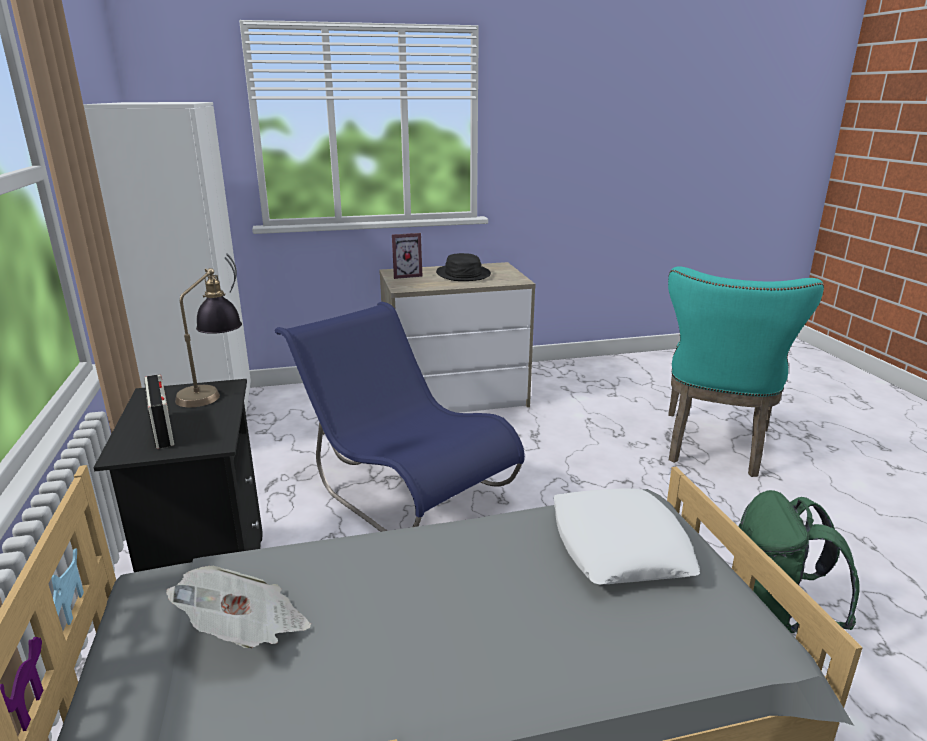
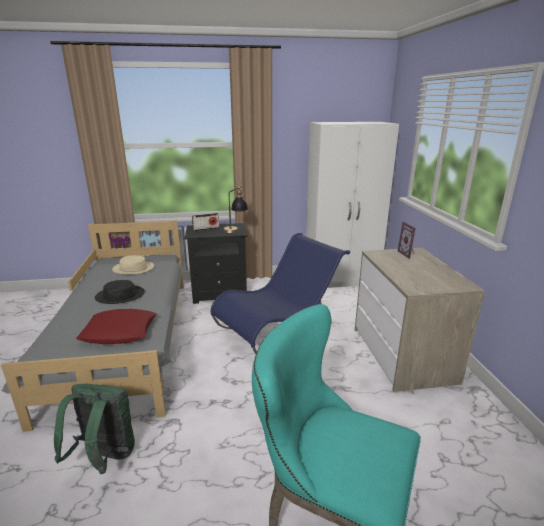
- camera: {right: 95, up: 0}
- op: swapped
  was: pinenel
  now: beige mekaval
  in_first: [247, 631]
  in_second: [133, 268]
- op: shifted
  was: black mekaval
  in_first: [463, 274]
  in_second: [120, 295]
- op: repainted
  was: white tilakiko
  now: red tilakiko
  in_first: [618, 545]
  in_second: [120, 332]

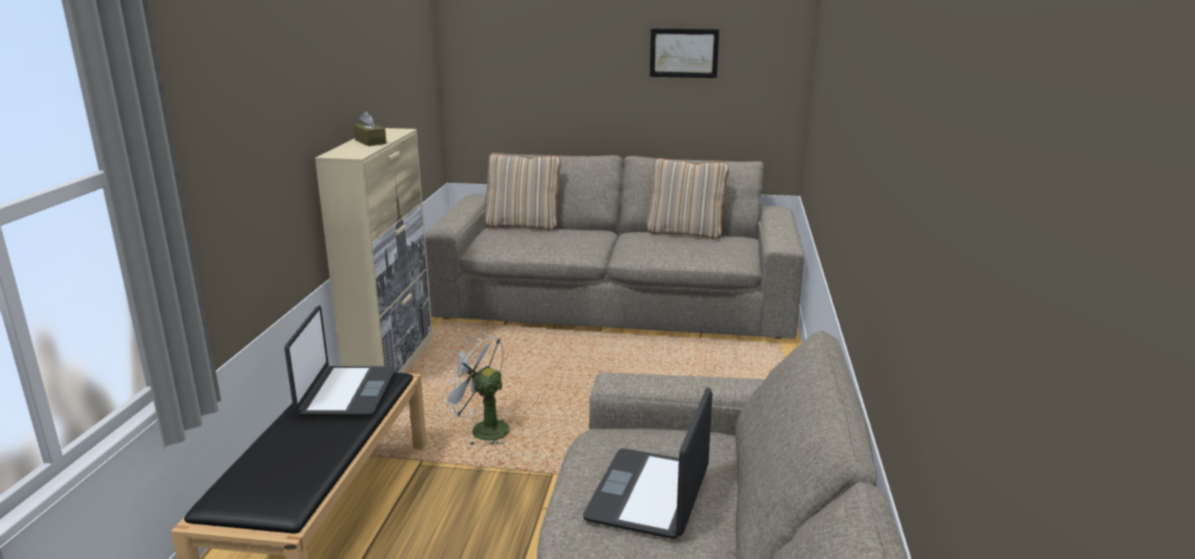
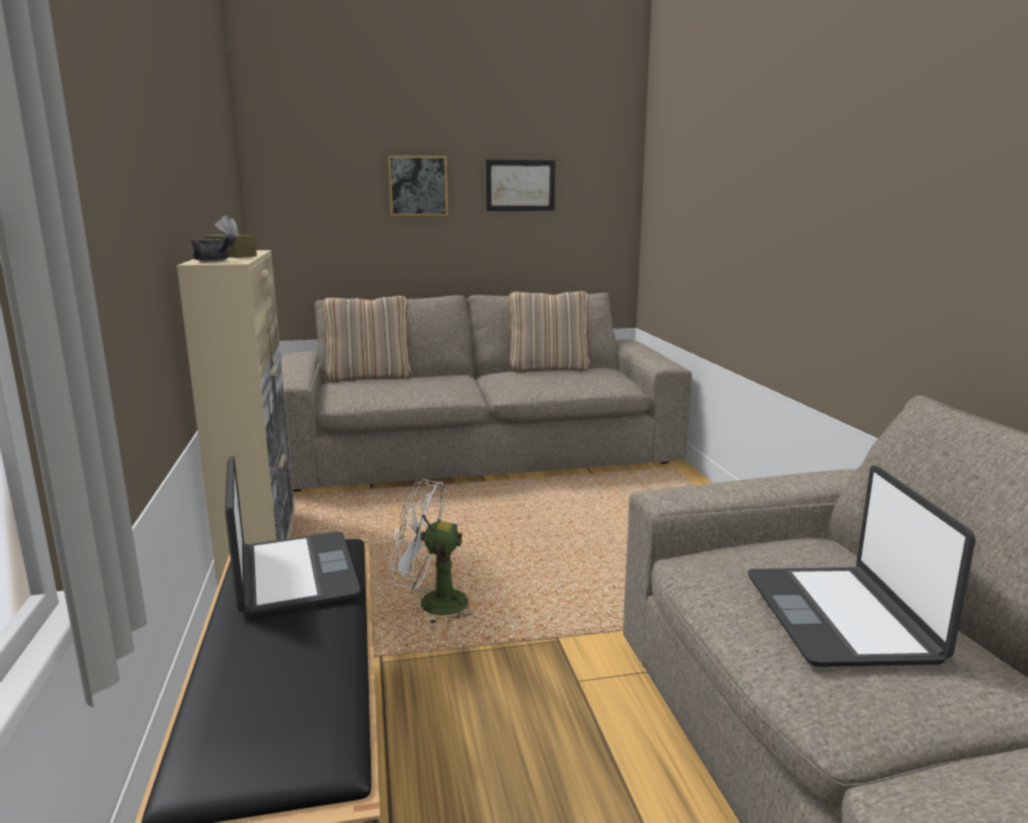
- camera: {right: -20, up: -5}
- op: new
  now: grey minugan
  in_second: [214, 261]
- op: new
  now: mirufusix
  in_second: [418, 186]

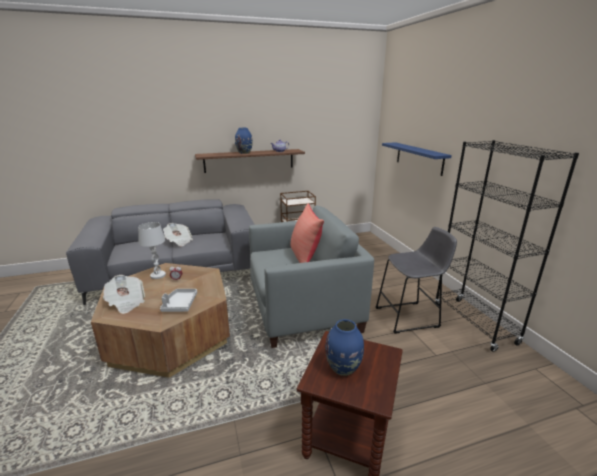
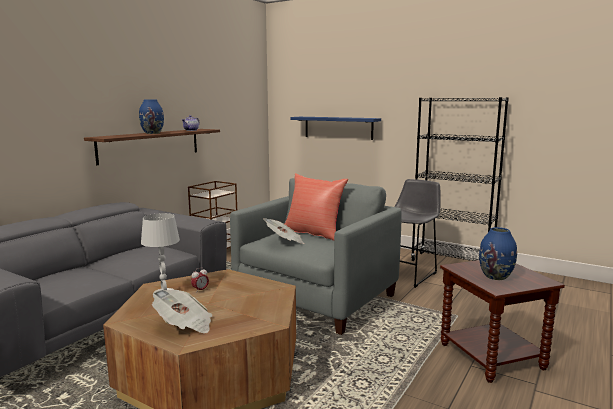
- camera: {right: -40, up: -10}
- op: gone
  was: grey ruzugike
  in_first: [180, 304]
- op: shifted
  was: pinenel
  in_first: [179, 241]
  in_second: [284, 241]

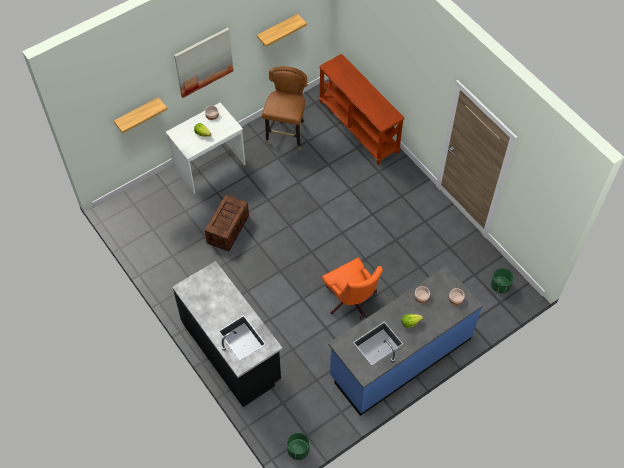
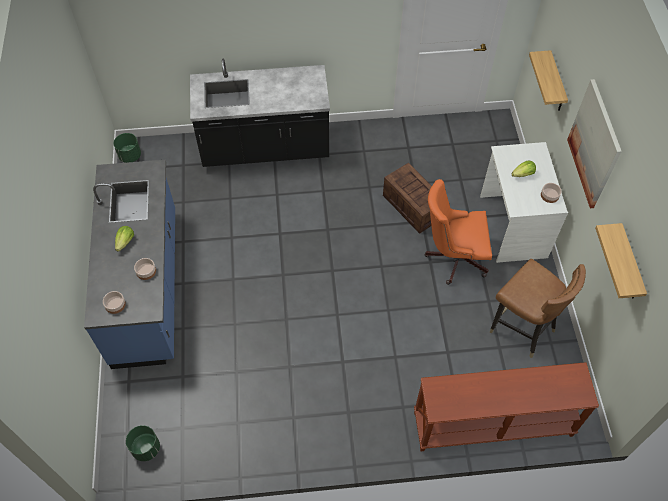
- camera: {right: 120, up: 0}
- op: shifted
  was: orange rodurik
  in_first: [351, 301]
  in_second: [452, 257]

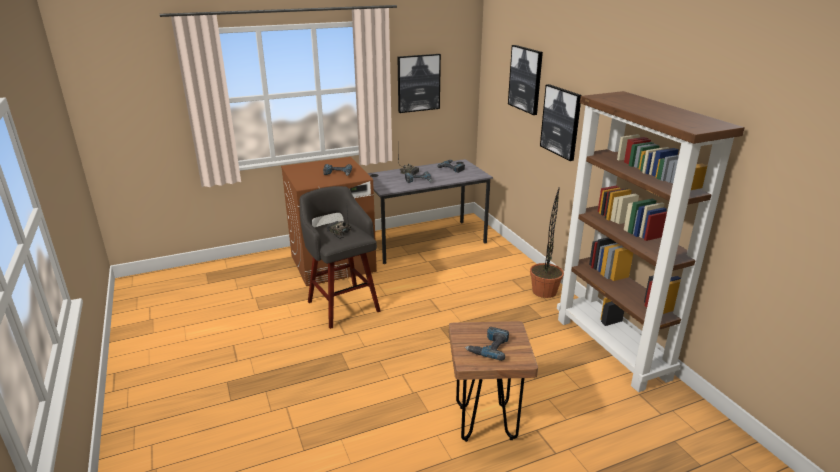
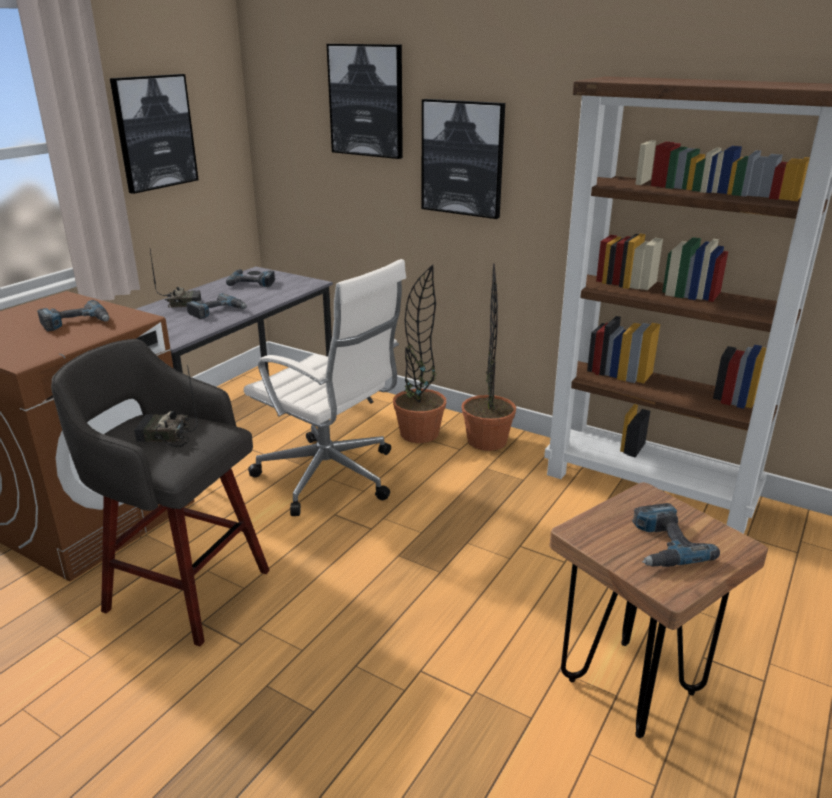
- camera: {right: -35, up: 0}
- op: new
  now: white rodurik
  in_second: [330, 477]
- op: new
  now: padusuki
  in_second: [419, 434]

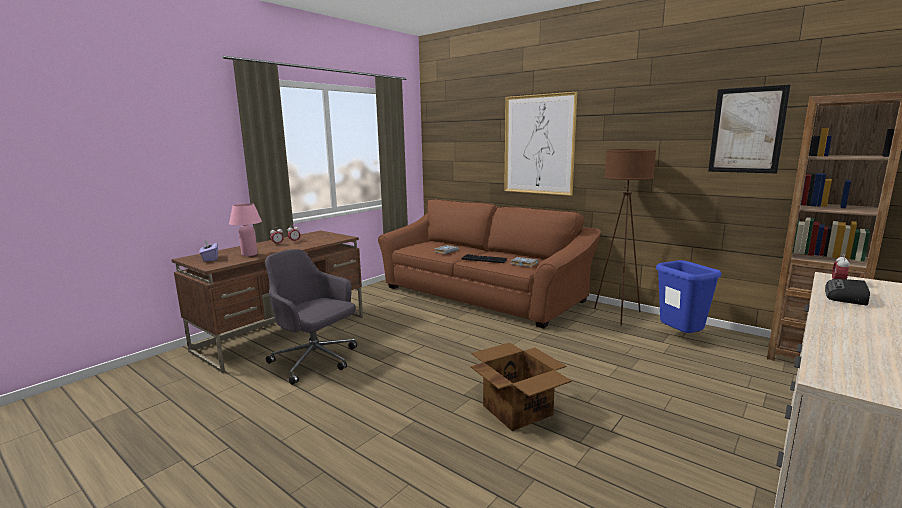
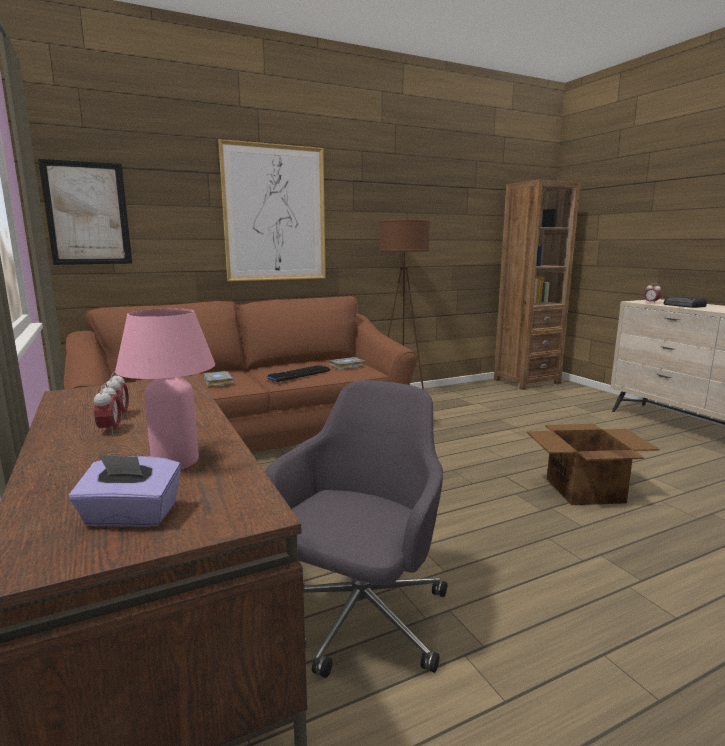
- camera: {right: -65, up: 0}
- op: rotated
  was: grey rodurik
  in_first: [315, 361]
  in_second: [358, 619]
  clockwise: 150
- op: gone
  was: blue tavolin
  in_first: [680, 338]
- op: shifted
  was: mirufusix
  in_first: [747, 130]
  in_second: [87, 213]

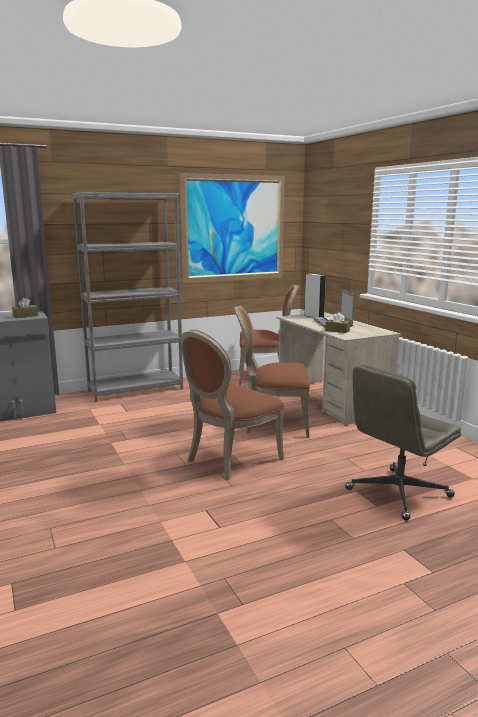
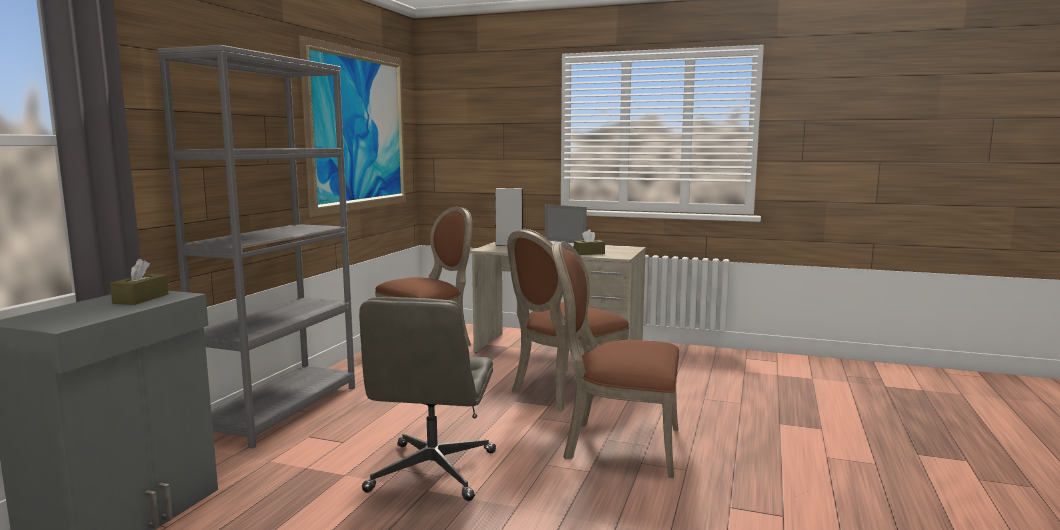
- camera: {right: -45, up: -5}
- op: rotated
  was: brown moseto
  in_first: [229, 460]
  in_second: [617, 445]
  clockwise: 105
- op: shifted
  was: grey rodurik
  in_first: [398, 493]
  in_second: [432, 472]

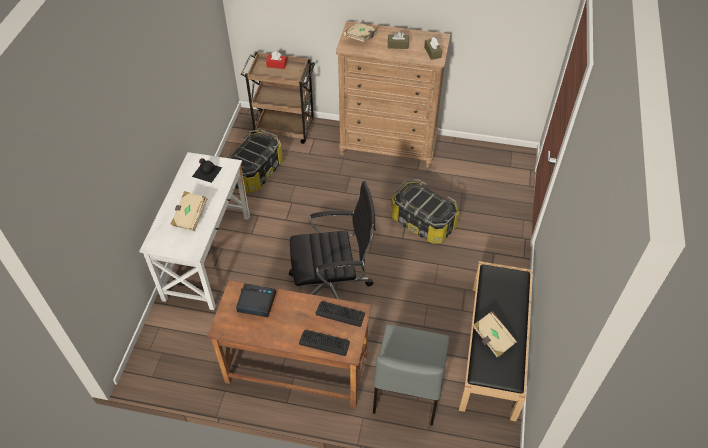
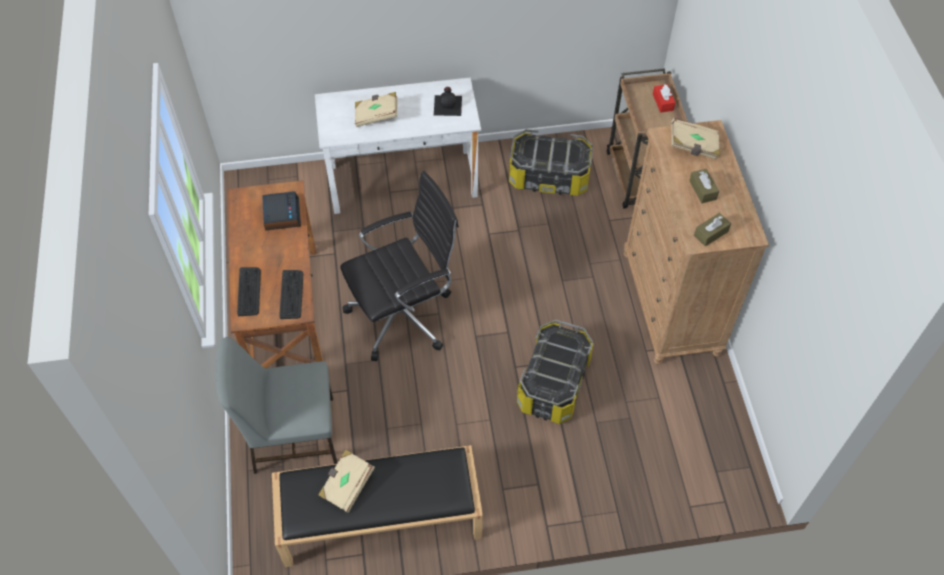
- camera: {right: 70, up: 5}
- op: rotated
  was: black rodurik
  in_first: [332, 289]
  in_second: [404, 315]
  clockwise: -90

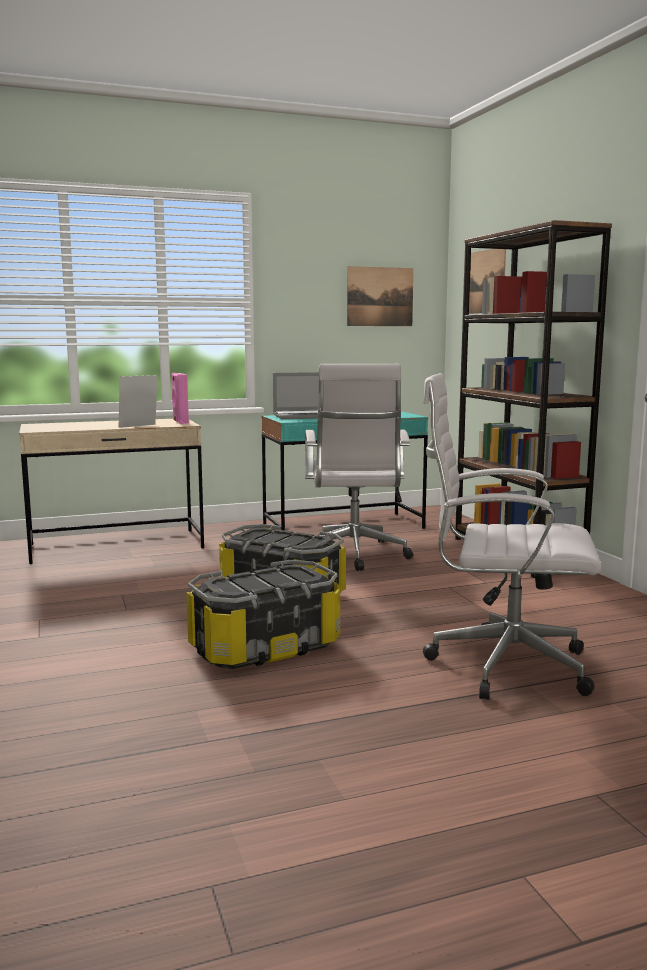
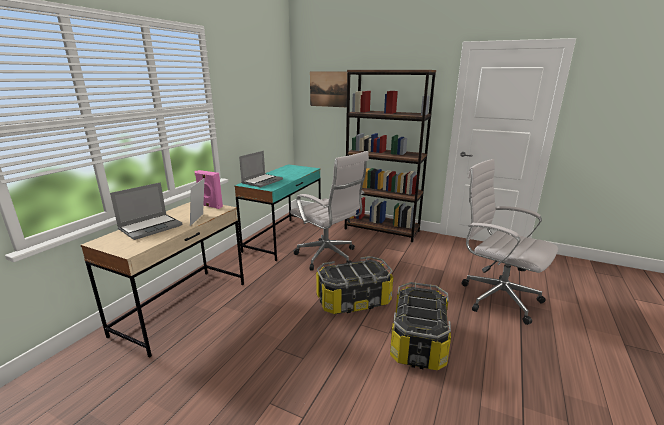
- camera: {right: -45, up: 10}
- op: gone
  was: mirufusix
  in_first: [380, 296]
- op: rotated
  was: white rodurik
  in_first: [501, 665]
  in_second: [496, 297]
  clockwise: 75
- op: new
  now: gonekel
  in_second: [151, 227]

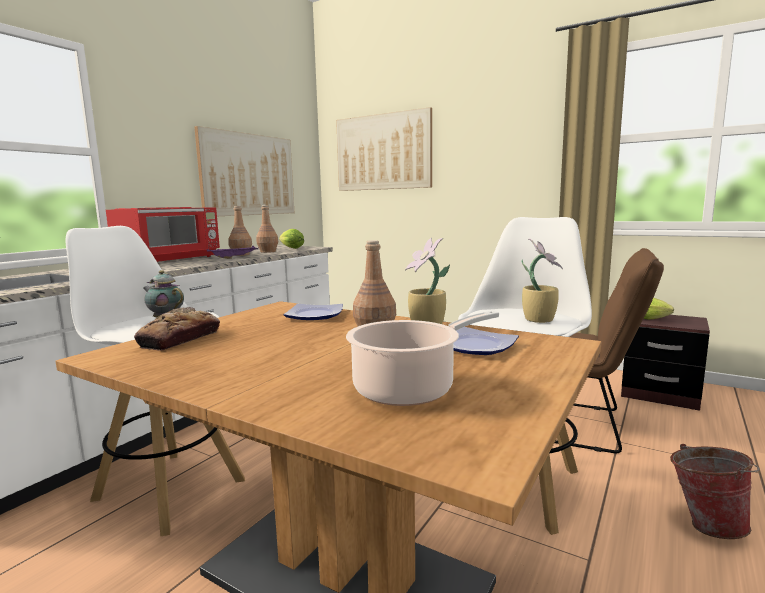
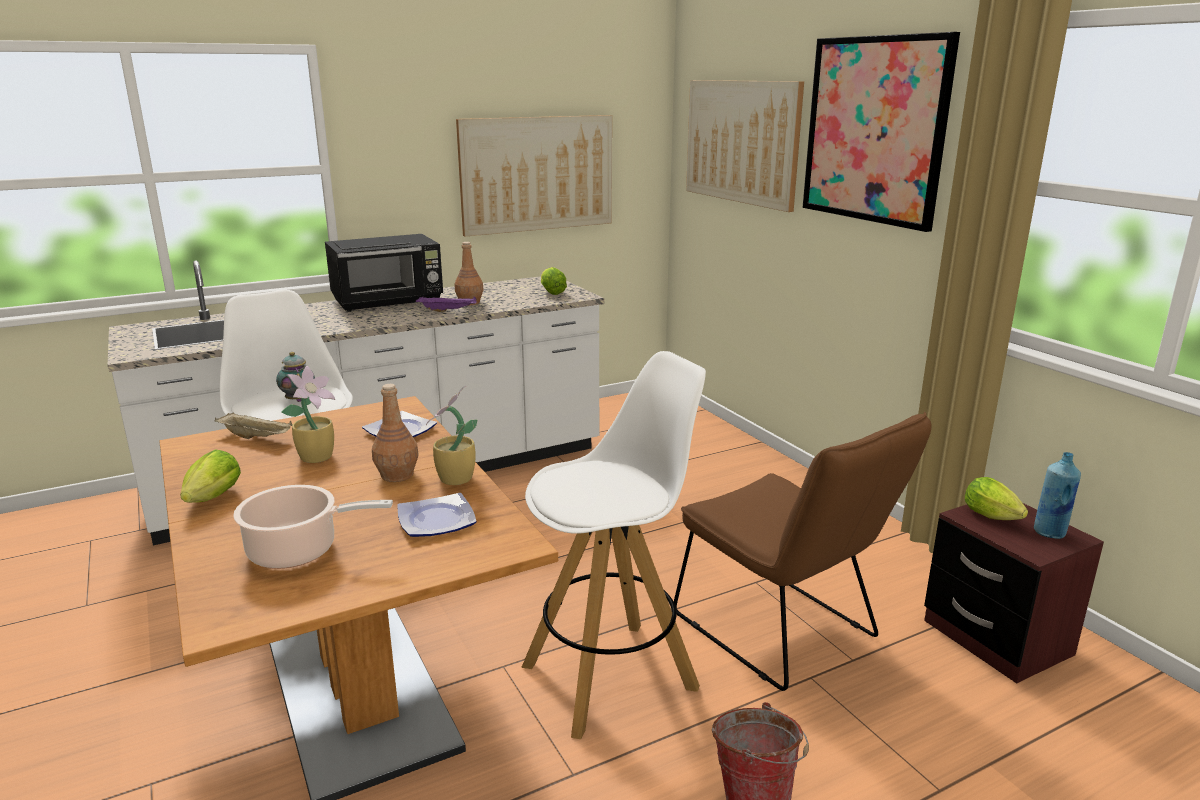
- camera: {right: 30, up: 10}
- op: repainted
  was: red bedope
  now: black bedope
  in_first: [170, 259]
  in_second: [389, 302]
- op: swapped
  was: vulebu
  now: beige ruzugike
  in_first: [180, 339]
  in_second: [257, 437]
- op: gone
  was: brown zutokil
  in_first: [267, 251]
- op: shifted
  was: padusuki
  in_first: [539, 319]
  in_second: [318, 457]
- op: new
  now: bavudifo
  in_second: [211, 500]
- op: new
  now: mirufusix
  in_second: [874, 130]
- op: new
  now: blue zutokil
  in_second: [1049, 533]

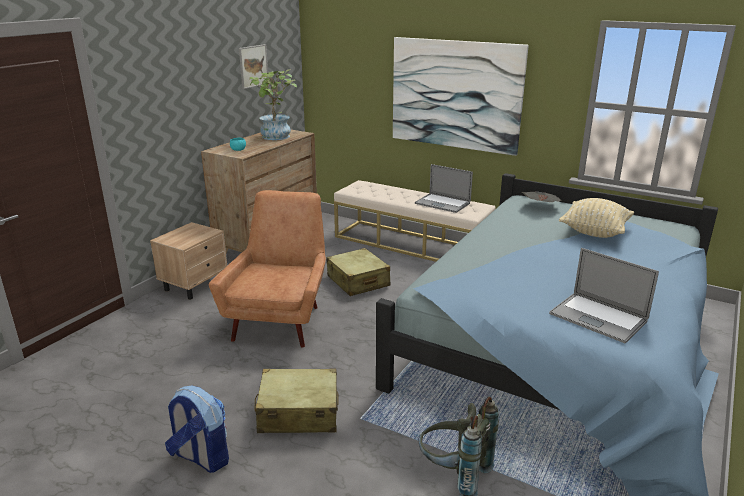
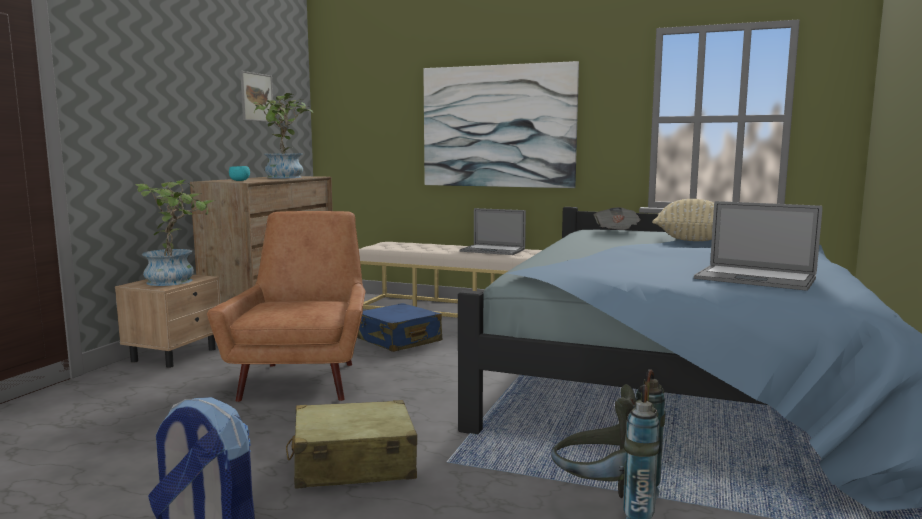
- camera: {right: -10, up: -15}
- op: repainted
  was: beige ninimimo
  now: blue ninimimo
  in_first: [358, 281]
  in_second: [399, 340]
- op: new
  now: padusuki
  in_second: [177, 280]

